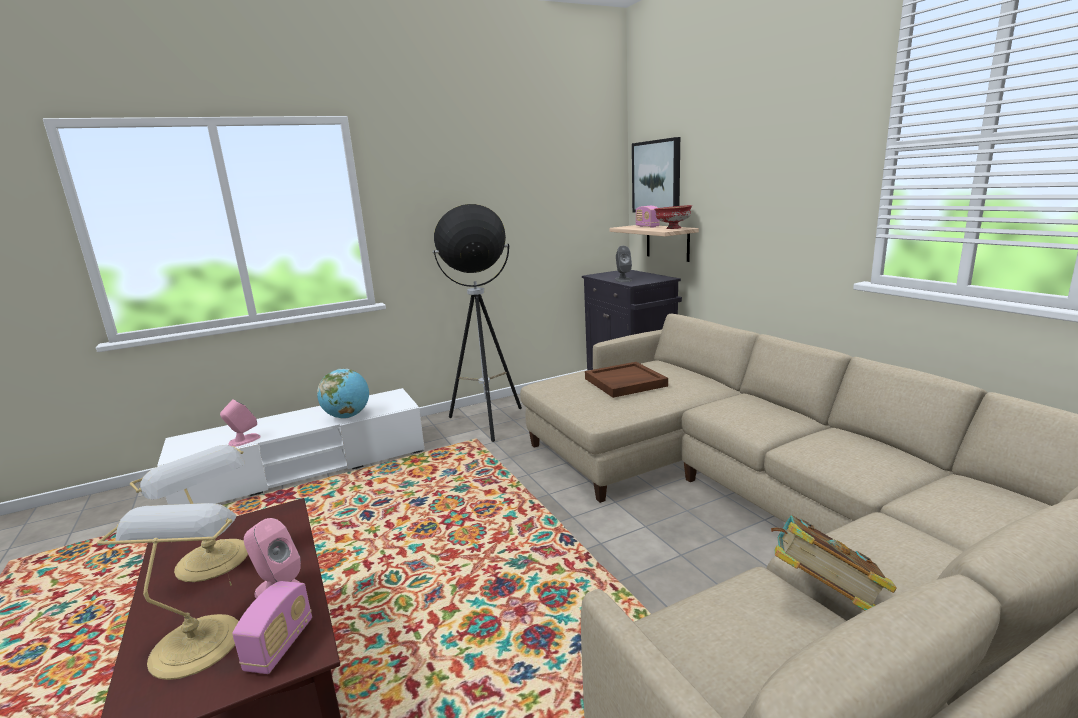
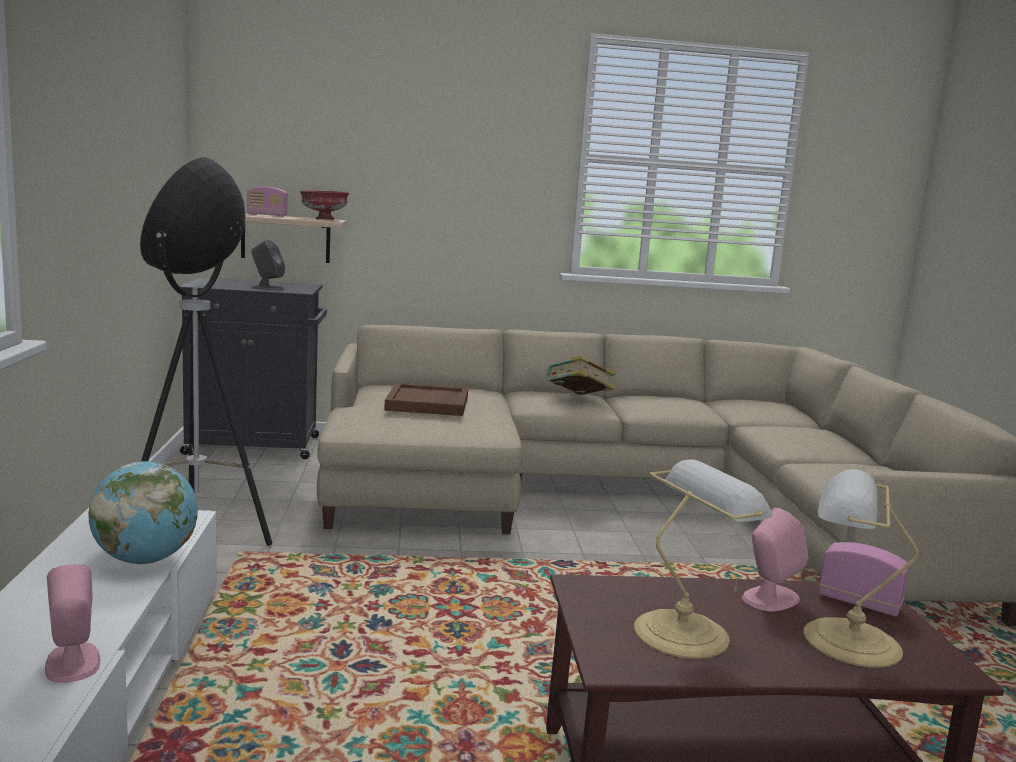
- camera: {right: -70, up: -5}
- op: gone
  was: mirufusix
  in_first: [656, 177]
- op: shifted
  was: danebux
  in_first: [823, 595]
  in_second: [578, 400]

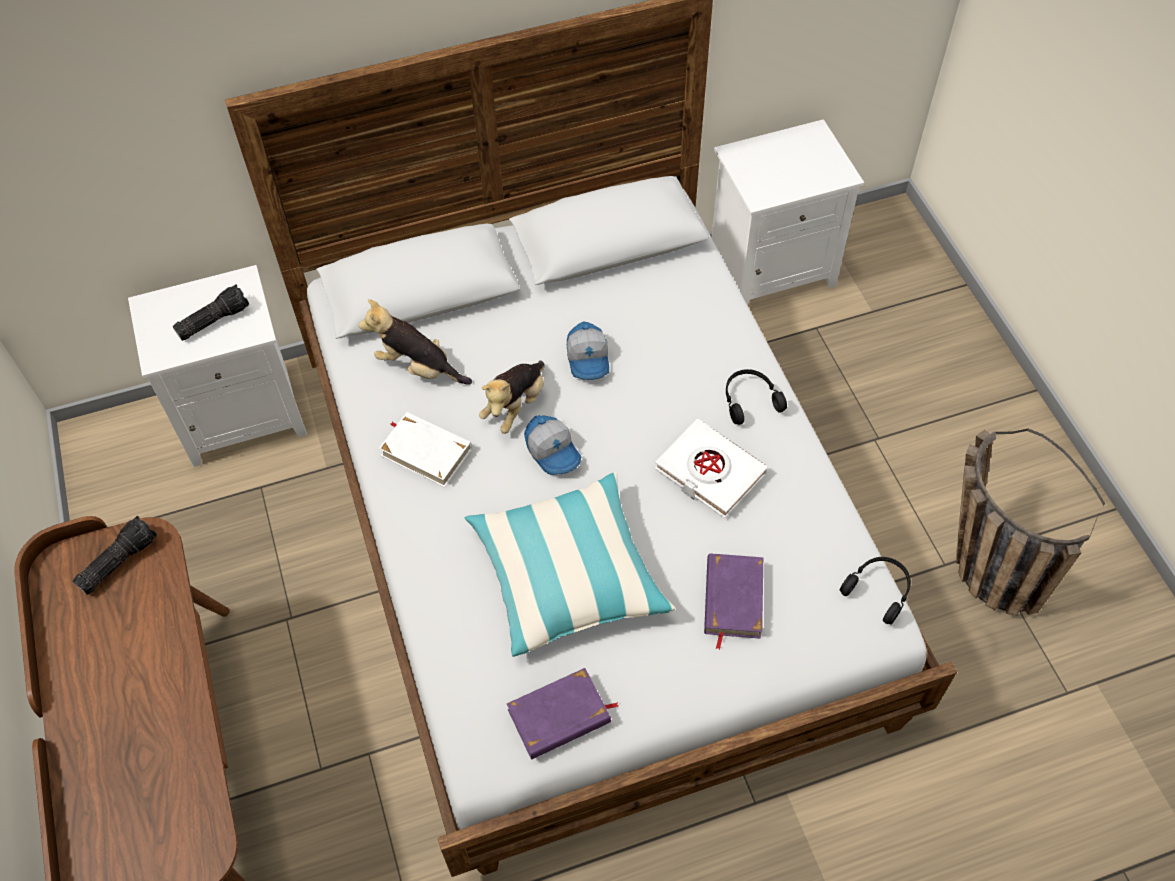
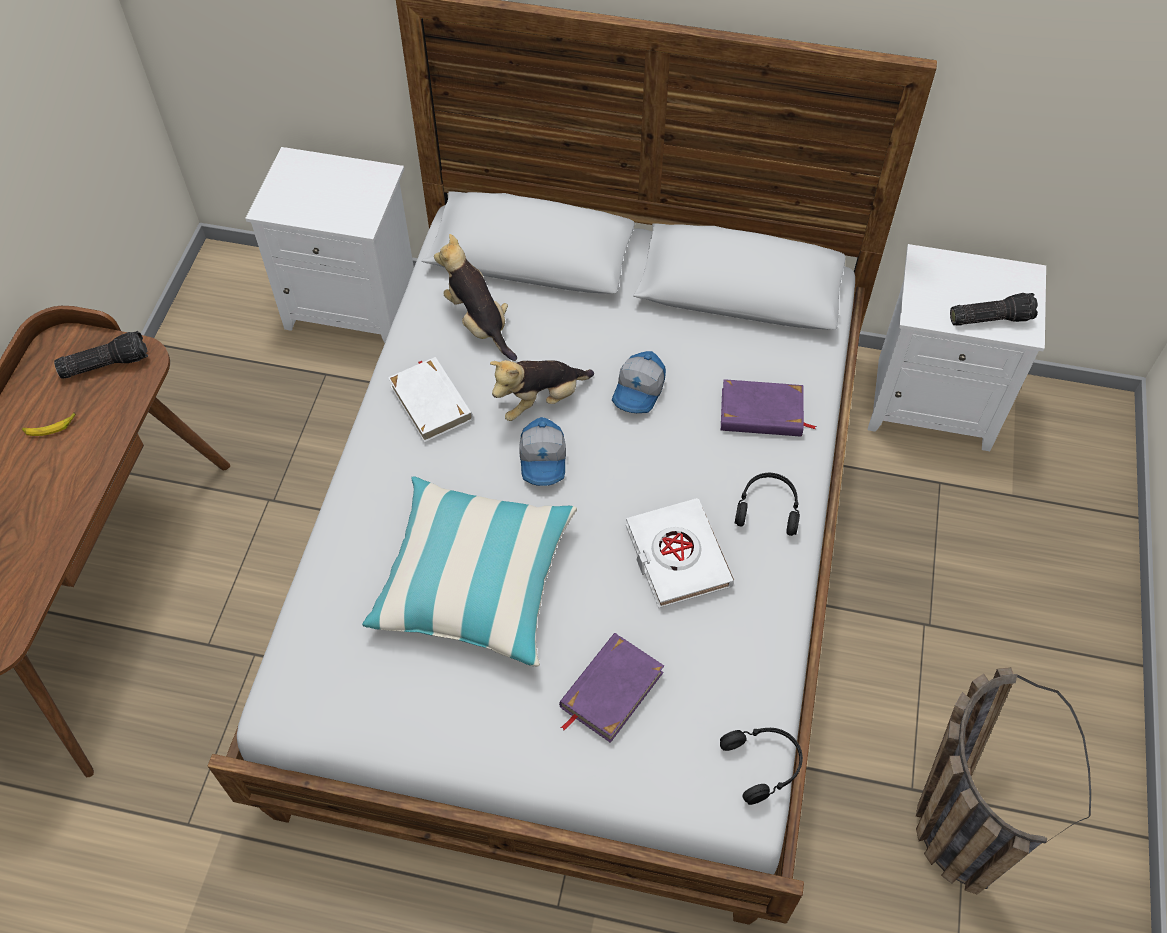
- camera: {right: 30, up: 0}
- op: shifted
  was: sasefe
  in_first: [213, 319]
  in_second: [990, 317]
- op: shifted
  was: purple danebux
  in_first: [559, 717]
  in_second: [761, 413]
- op: new
  now: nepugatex
  in_second: [50, 427]

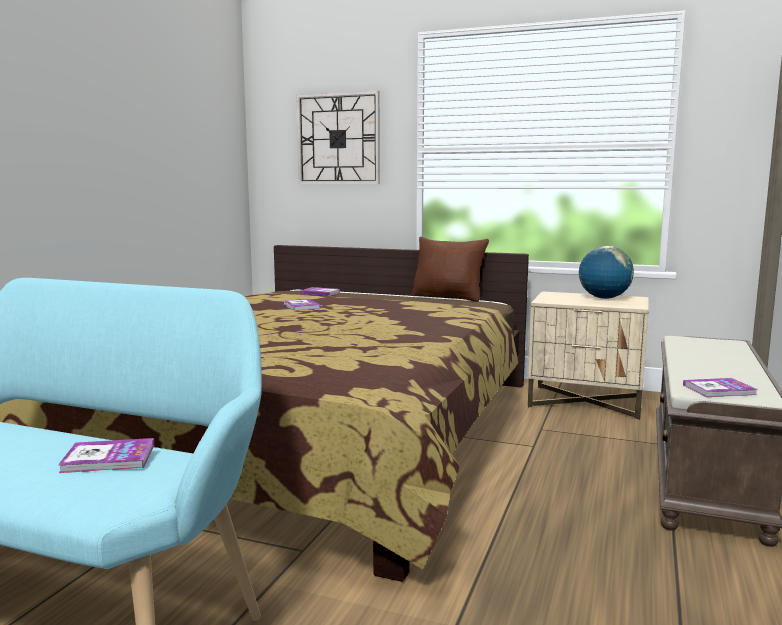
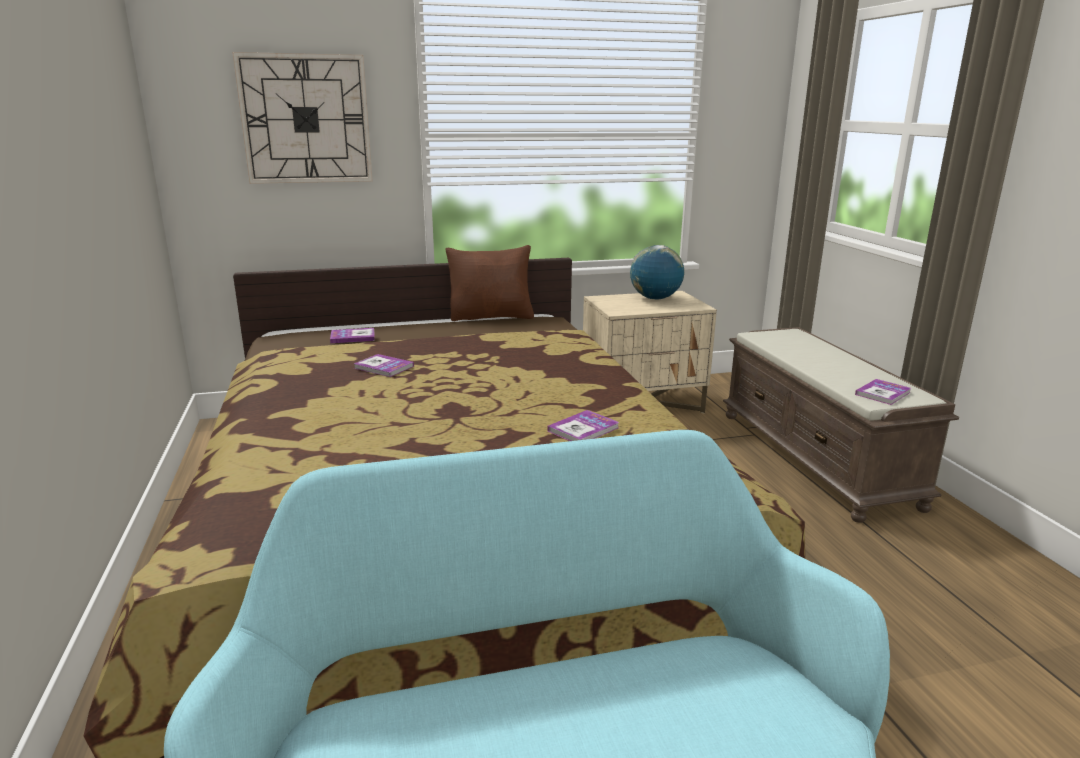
- camera: {right: -35, up: 10}
- op: shifted
  was: danebux
  in_first: [108, 458]
  in_second: [583, 429]

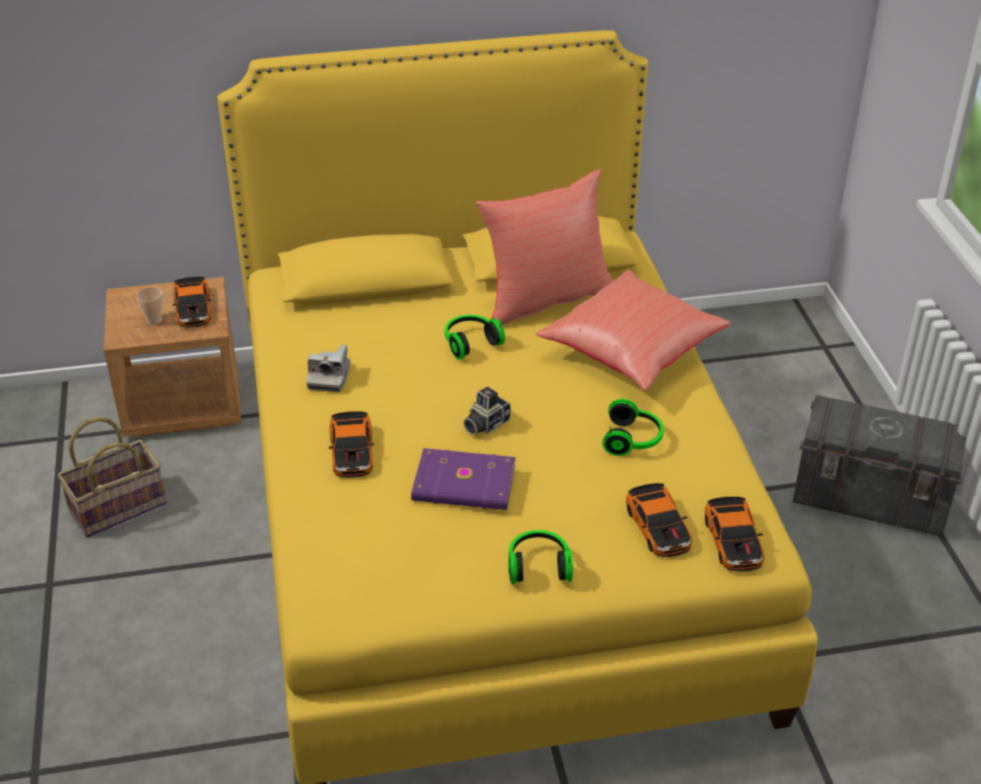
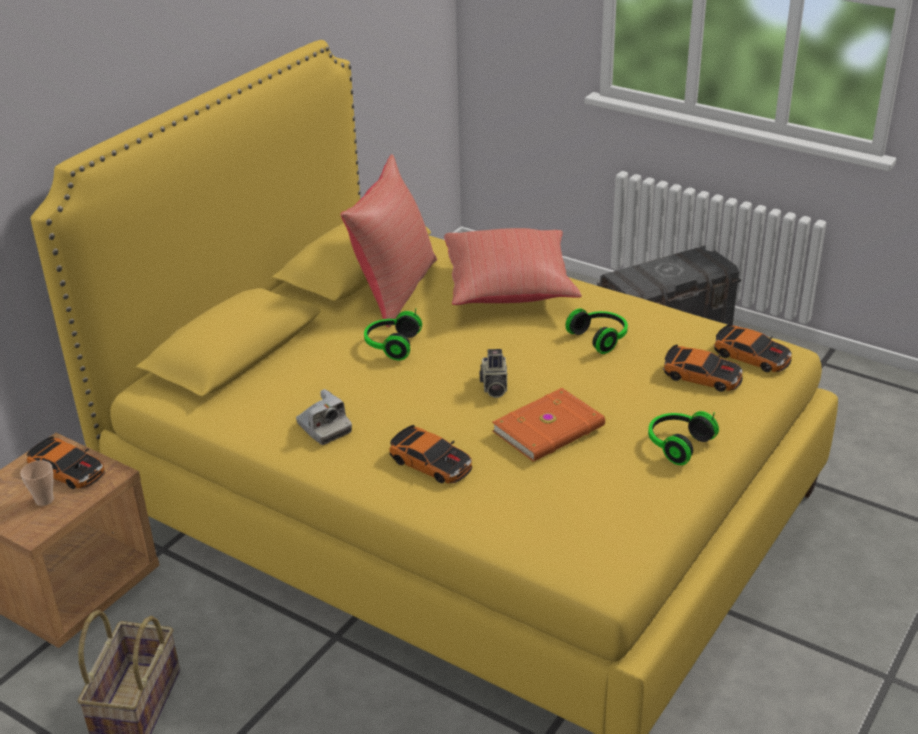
- camera: {right: -45, up: -5}
- op: repainted
  was: purple danebux
  now: orange danebux
  in_first: [464, 485]
  in_second: [550, 429]

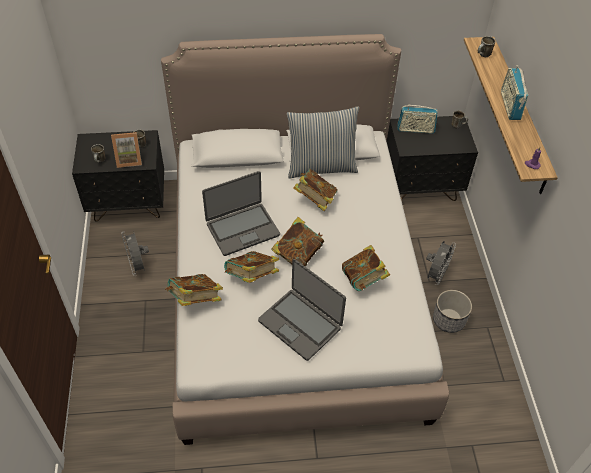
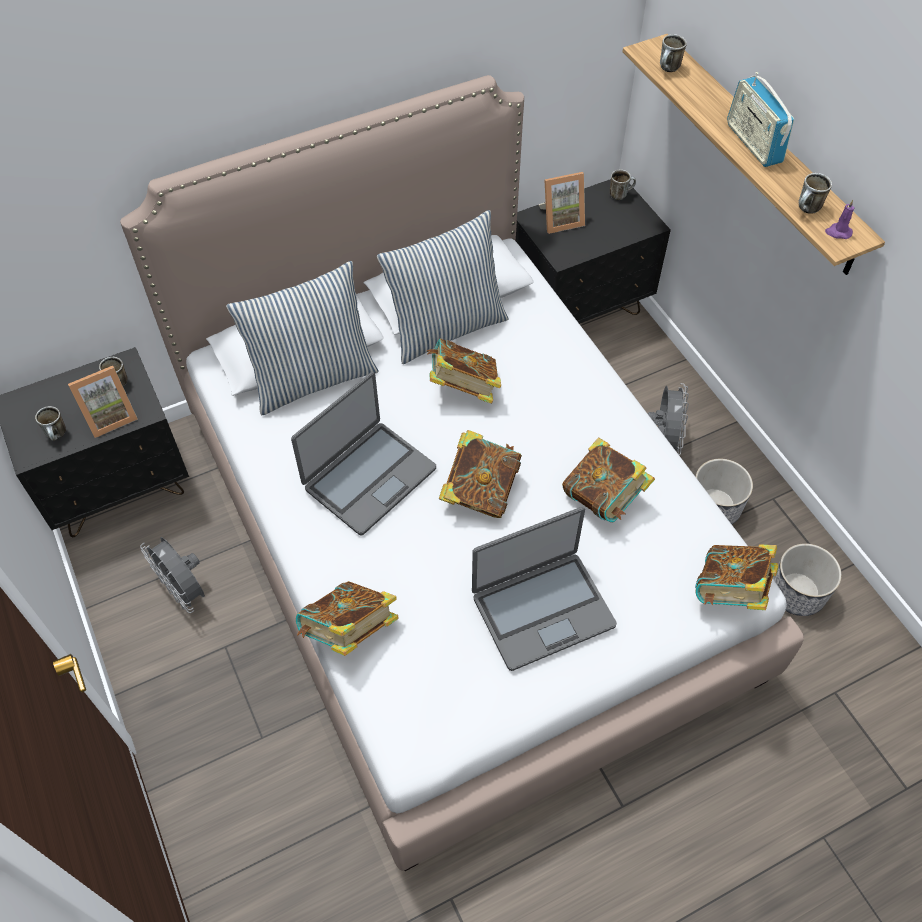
- camera: {right: -20, up: 5}
- op: shifted
  was: danebux
  in_first: [251, 277]
  in_second: [730, 592]
- op: rotated
  was: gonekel
  in_first: [300, 324]
  in_second: [542, 609]
  clockwise: -45
- op: swapped
  was: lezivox
  now: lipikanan
  in_first: [415, 129]
  in_second: [560, 220]
- op: new
  now: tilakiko
  in_second: [312, 378]
- op: new
  now: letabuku
  in_second: [796, 593]
- op: new
  now: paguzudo
  in_second: [807, 210]

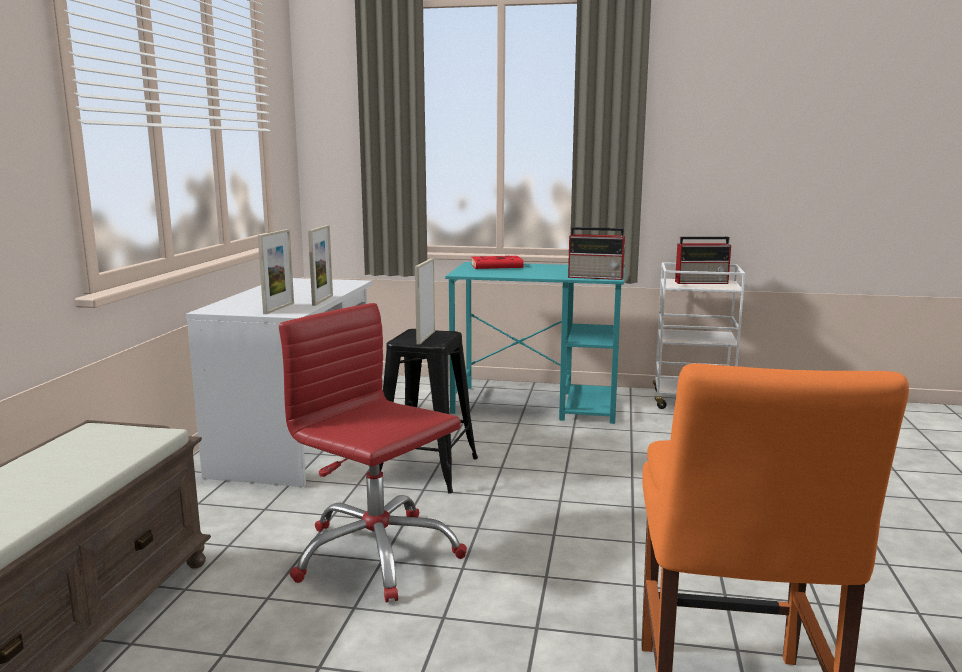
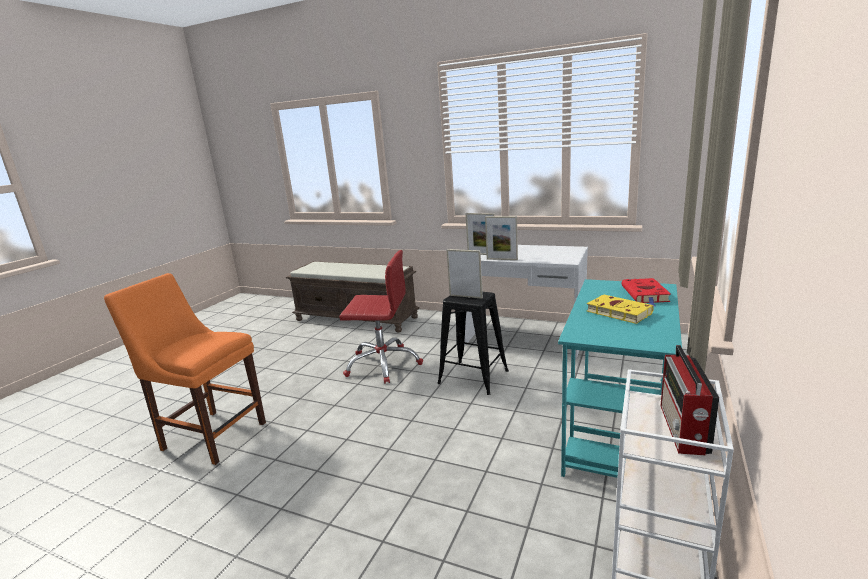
- camera: {right: 105, up: 5}
- op: rotated
  was: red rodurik
  in_first: [376, 554]
  in_second: [383, 364]
  clockwise: 45
- op: gone
  was: lezivox
  in_first: [597, 277]
- op: new
  now: yellow danebux
  in_second: [617, 312]

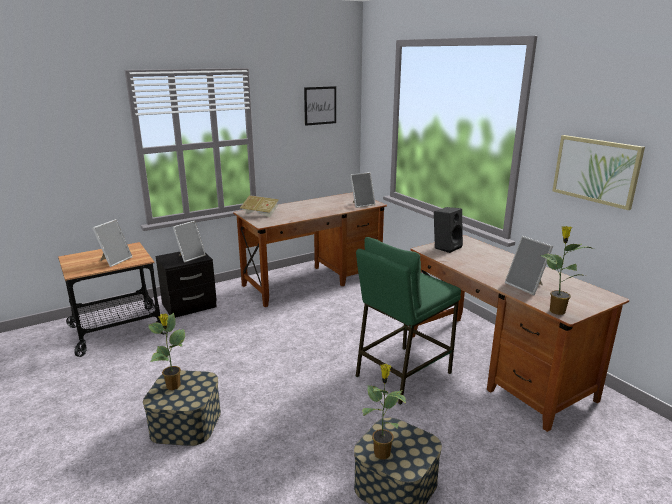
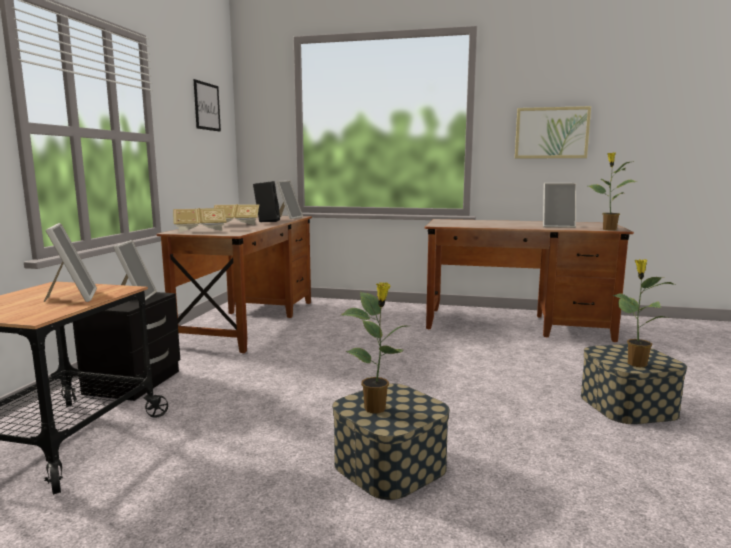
- camera: {right: -45, up: -10}
- op: gone
  was: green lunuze
  in_first: [402, 374]
- op: shifted
  was: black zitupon
  in_first: [446, 247]
  in_second: [267, 221]
- op: new
  now: danebux
  in_second: [236, 224]

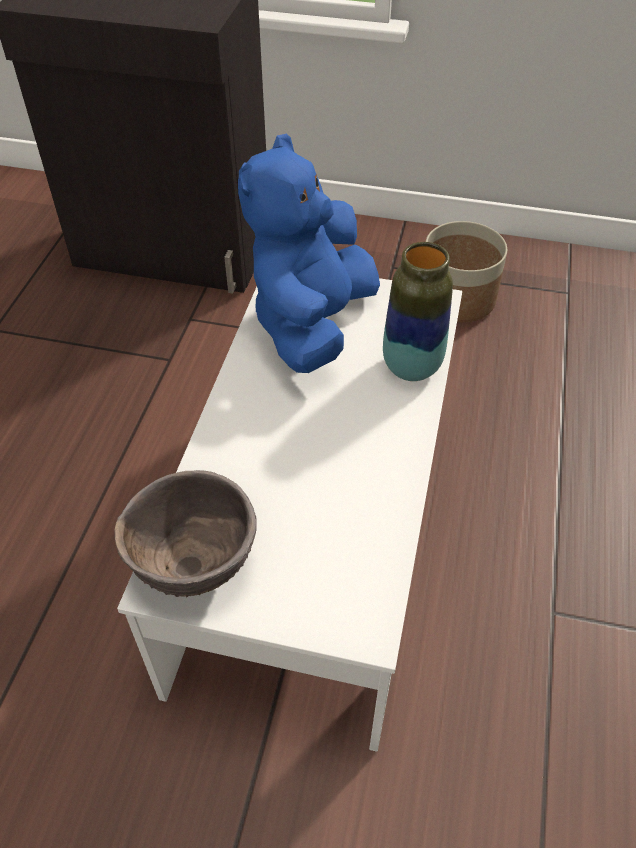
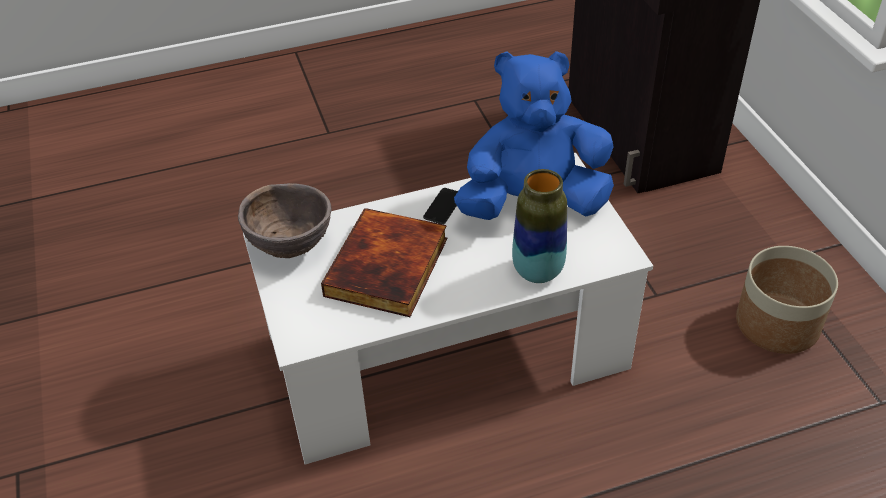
- camera: {right: 60, up: -5}
- op: new
  now: danebux
  in_second: [389, 268]
- op: new
  now: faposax
  in_second: [443, 206]

